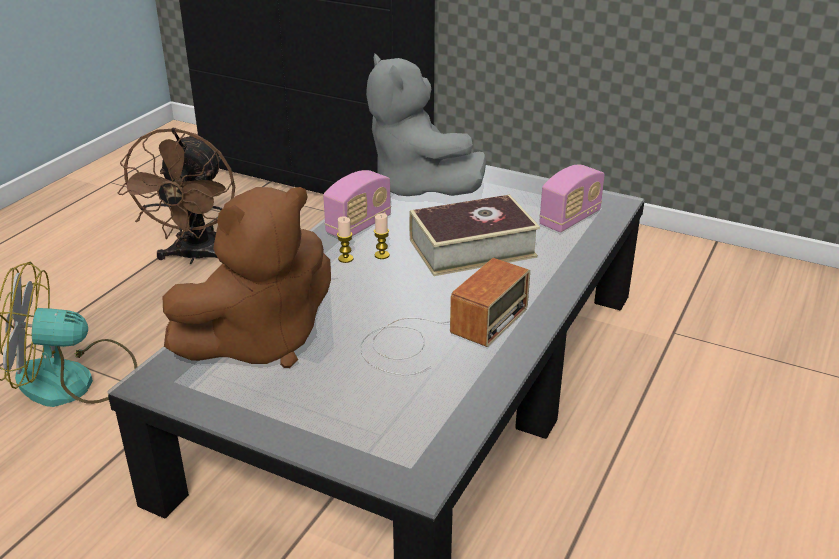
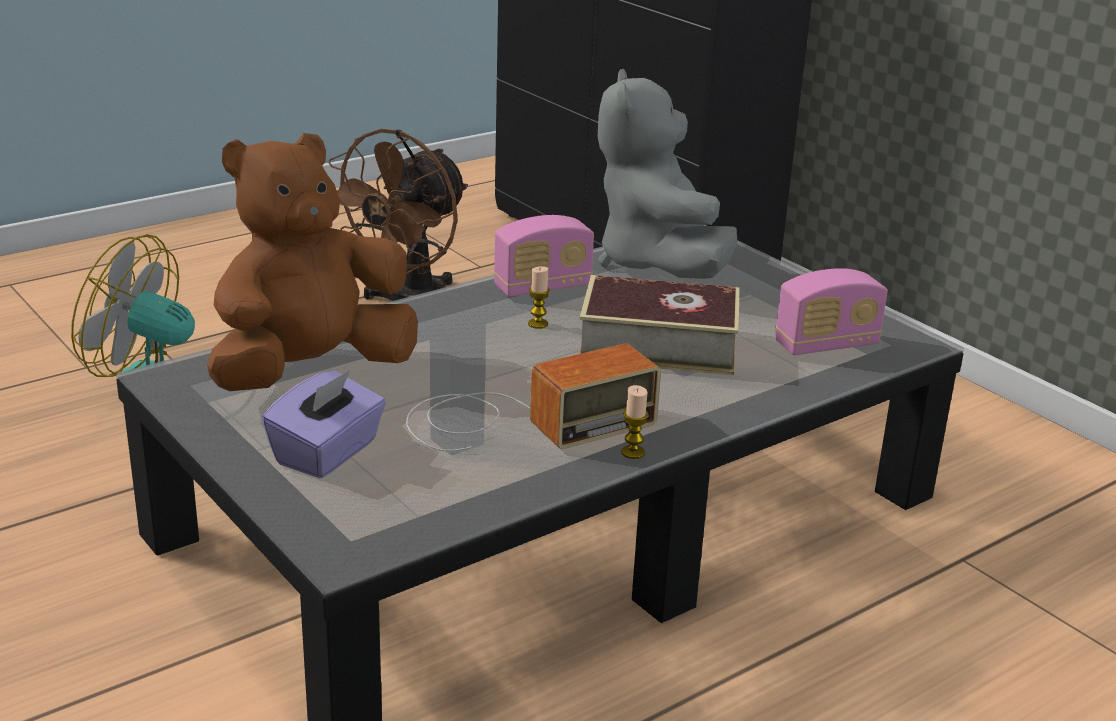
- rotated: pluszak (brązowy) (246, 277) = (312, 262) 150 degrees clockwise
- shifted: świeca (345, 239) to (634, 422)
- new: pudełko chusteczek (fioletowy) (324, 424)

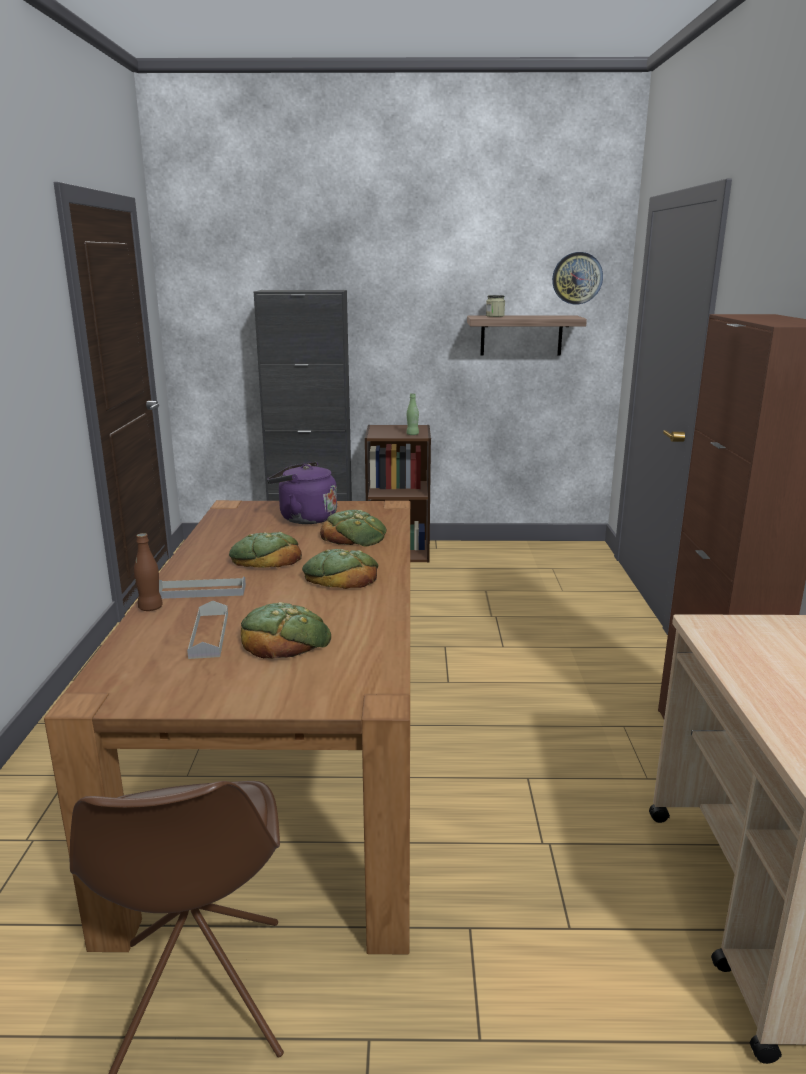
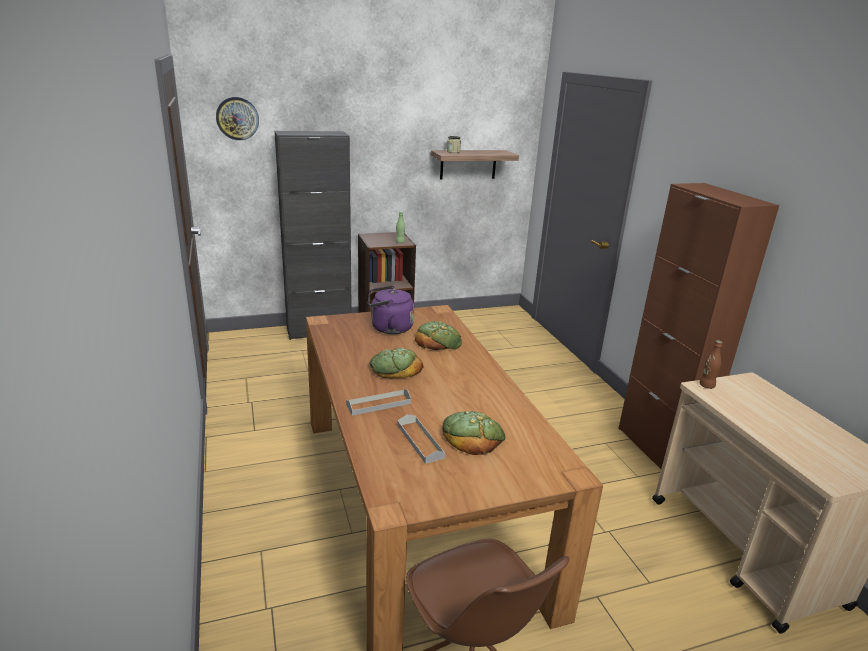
- shifted: butelka (brązowy) (148, 572) to (711, 364)
- gone: chleb (340, 569)
- shifted: zegar ścienny (577, 278) to (237, 118)

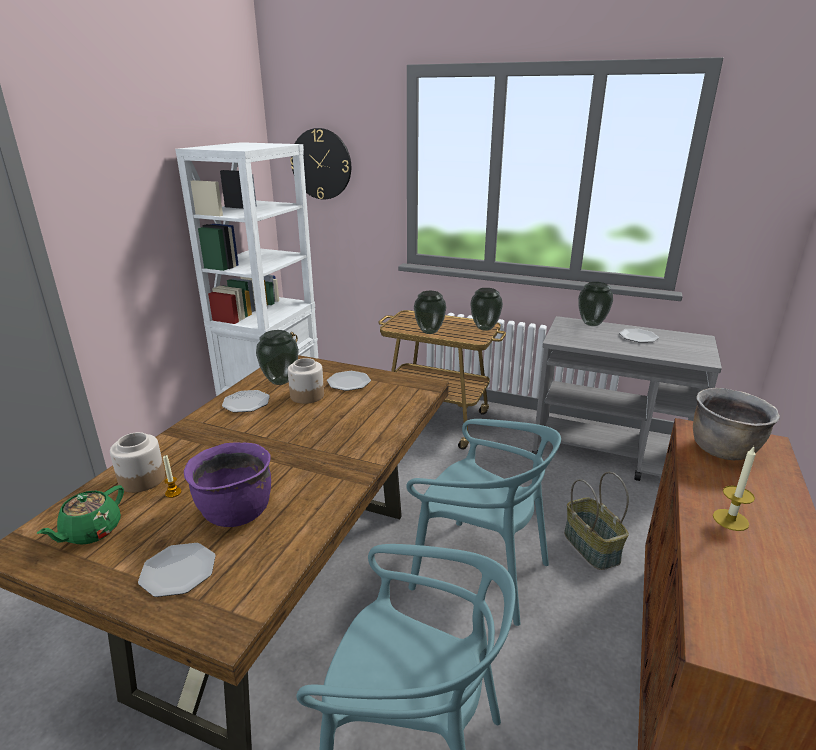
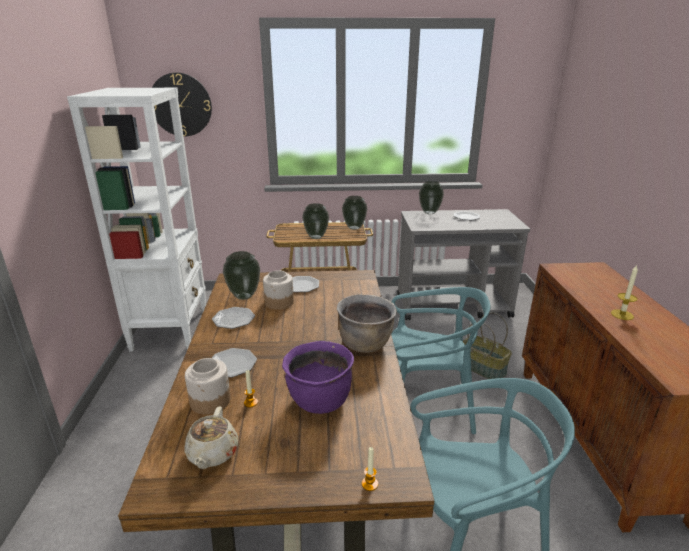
- repainted: imbryk (zielony) (80, 515) to imbryk (beżowy) (211, 437)
- shifted: talerz (177, 570) to (234, 362)
- shifted: garnek (brązowy) (736, 424) to (367, 323)
- new: świeca (370, 469)

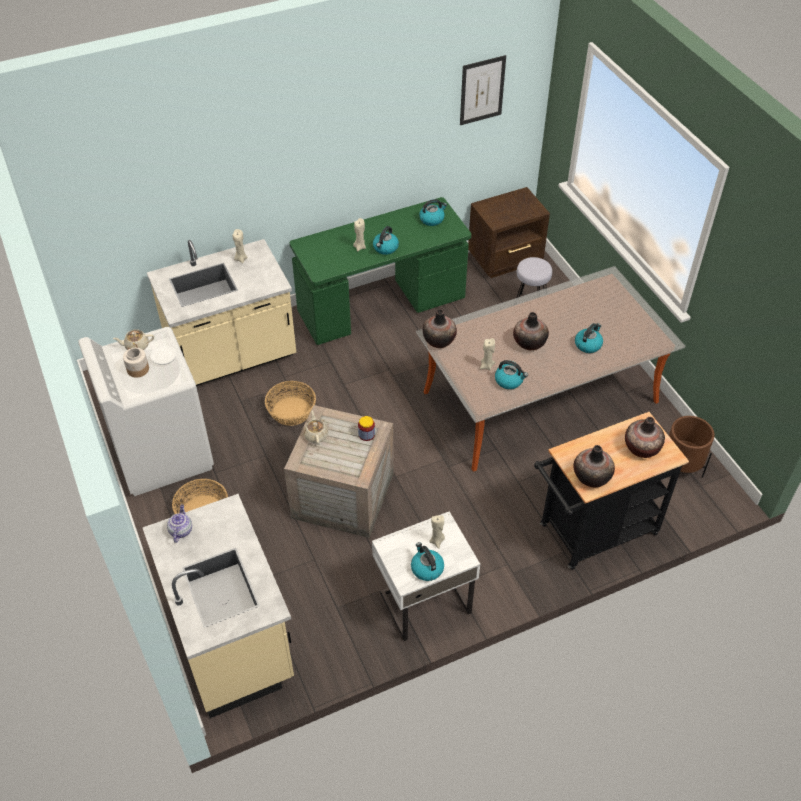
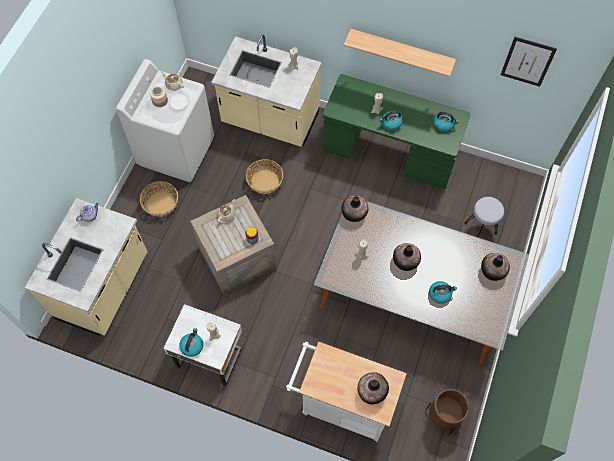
- gone: szafka nocna (brązowy) (509, 232)
- gone: czajnik (511, 374)
- repainted: wózek (czarny) (611, 491) to wózek (biały) (346, 392)
- shifted: wazon (594, 466) to (495, 267)
- new: półka (400, 53)

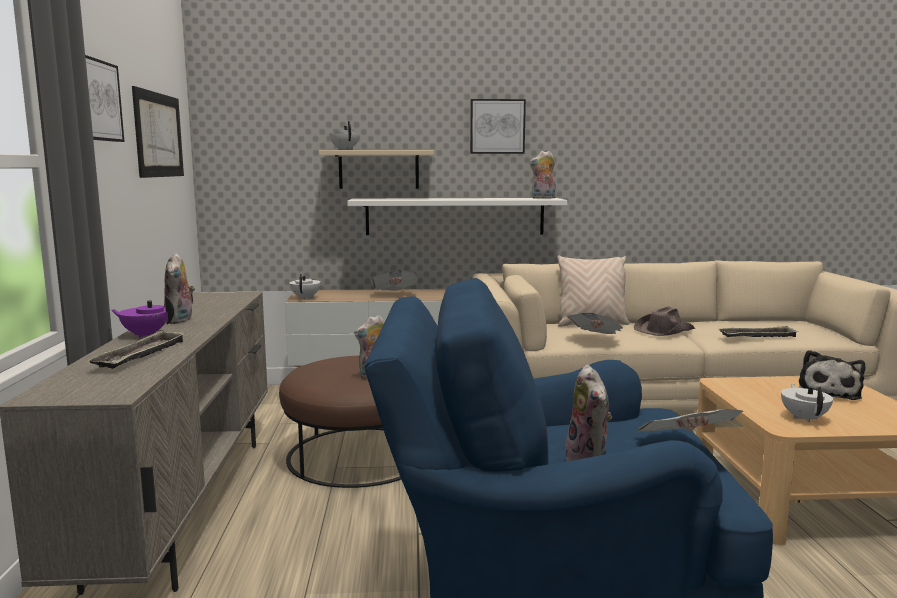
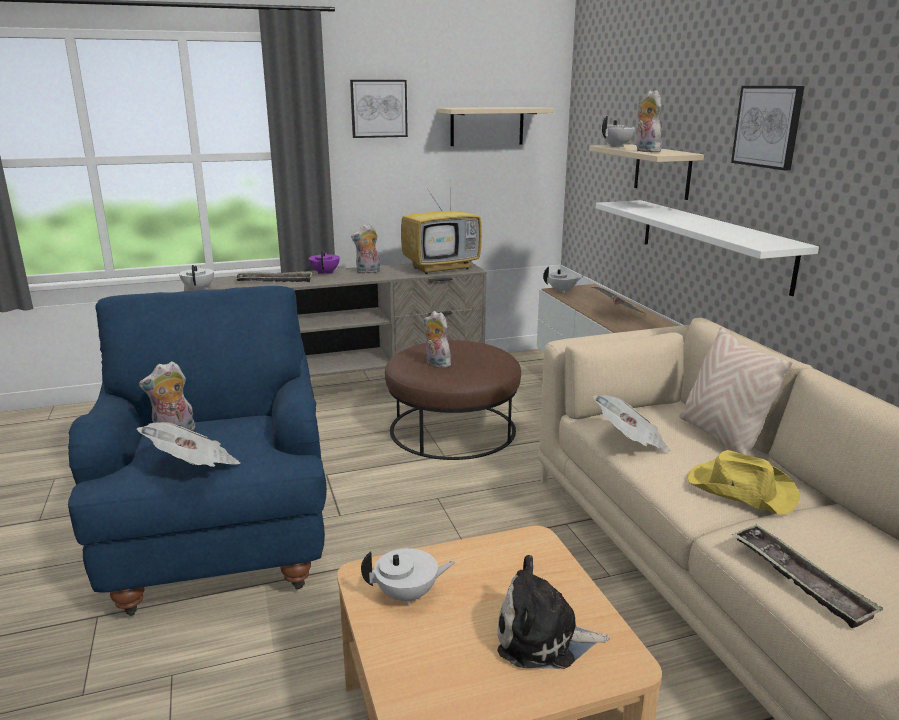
- swapped: obraz (158, 132) to półka (beżowy) (495, 126)
- shifted: pluszak (542, 175) to (650, 121)
- repainted: kapelusz (brązowy) (664, 321) to kapelusz (żółty) (743, 482)
- new: imbryk (biały) (196, 277)
- new: telewizor (441, 227)

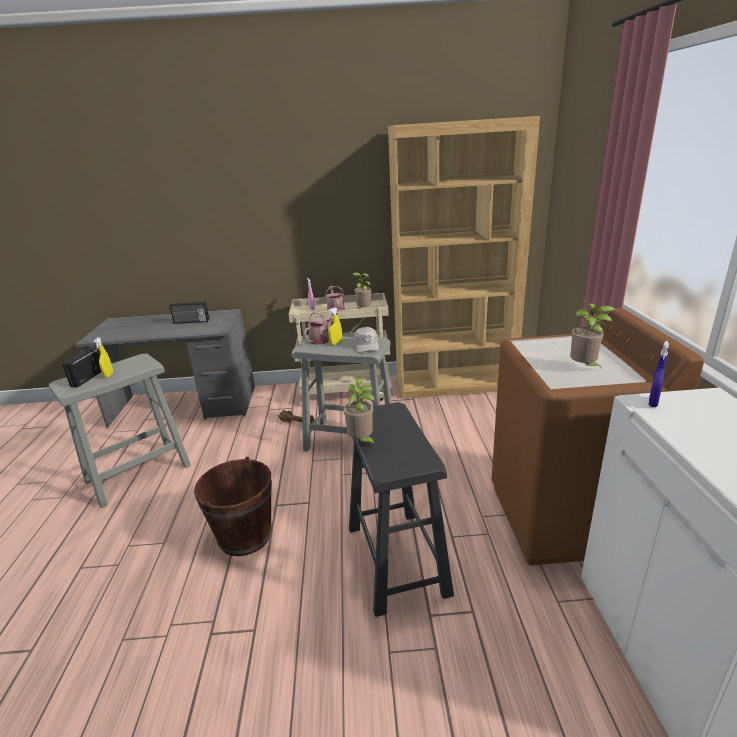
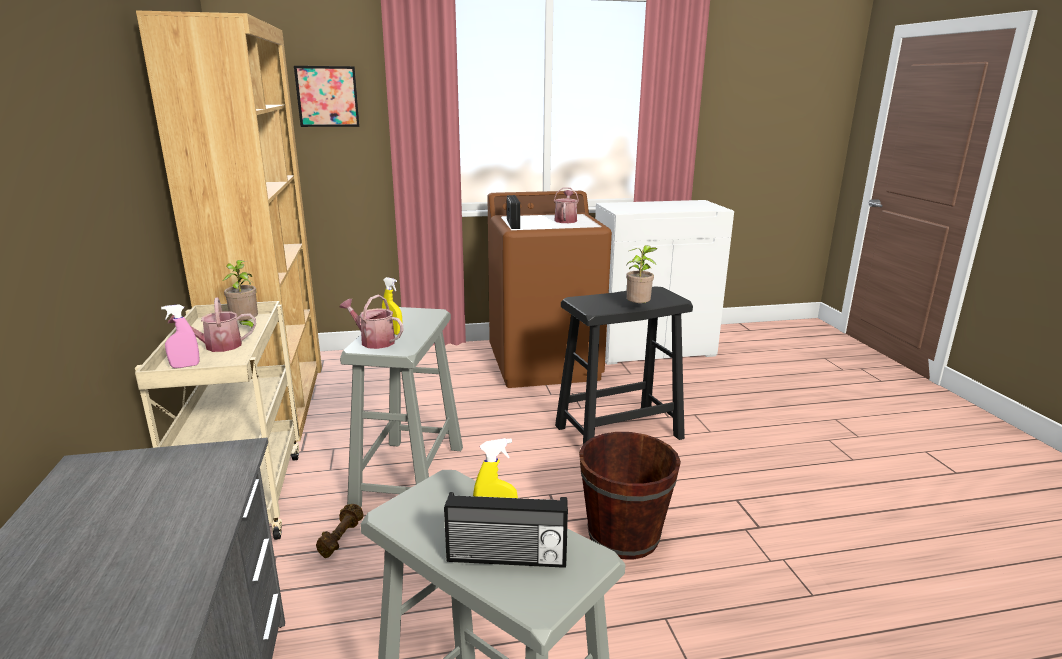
- shifted: radio (189, 313) to (513, 212)
- gone: czapka z daszkiem (biały) (366, 340)
- swapped: roślina doniczkowa (593, 336) to konewka (566, 205)
- gone: spryskiwacz (niebieski) (659, 374)
- new: obraz (326, 96)

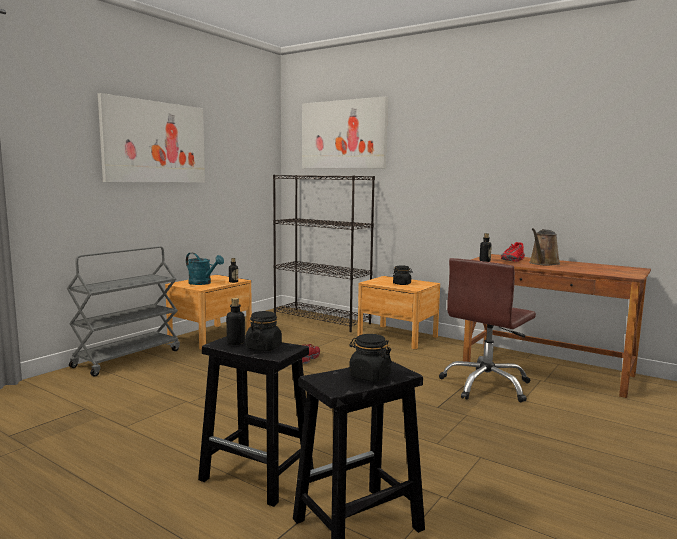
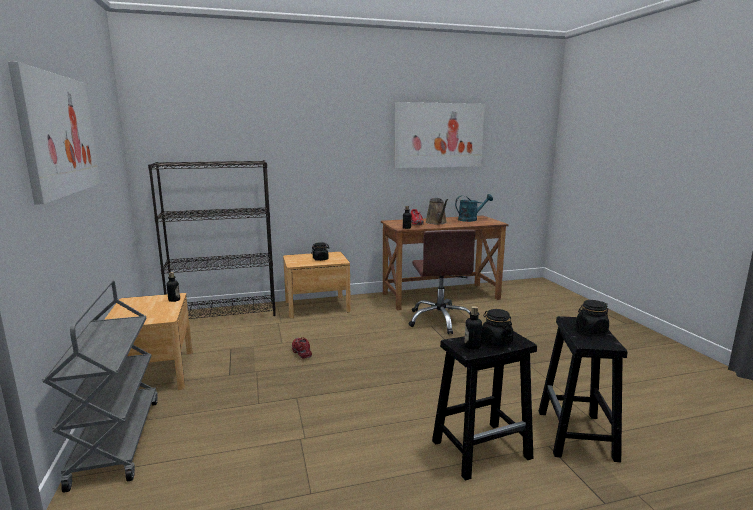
- shifted: konewka (turkusowy) (205, 268) to (474, 208)
- shifted: obraz (345, 132) to (440, 135)

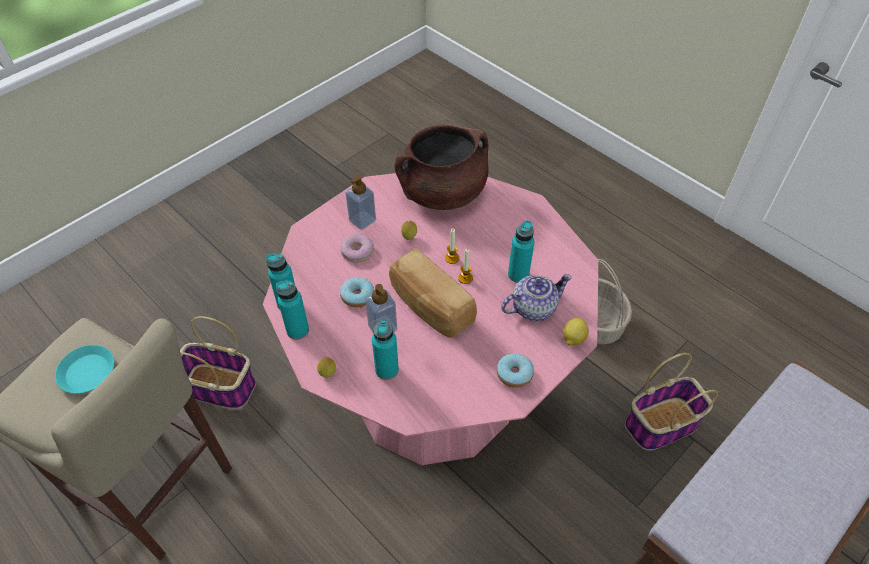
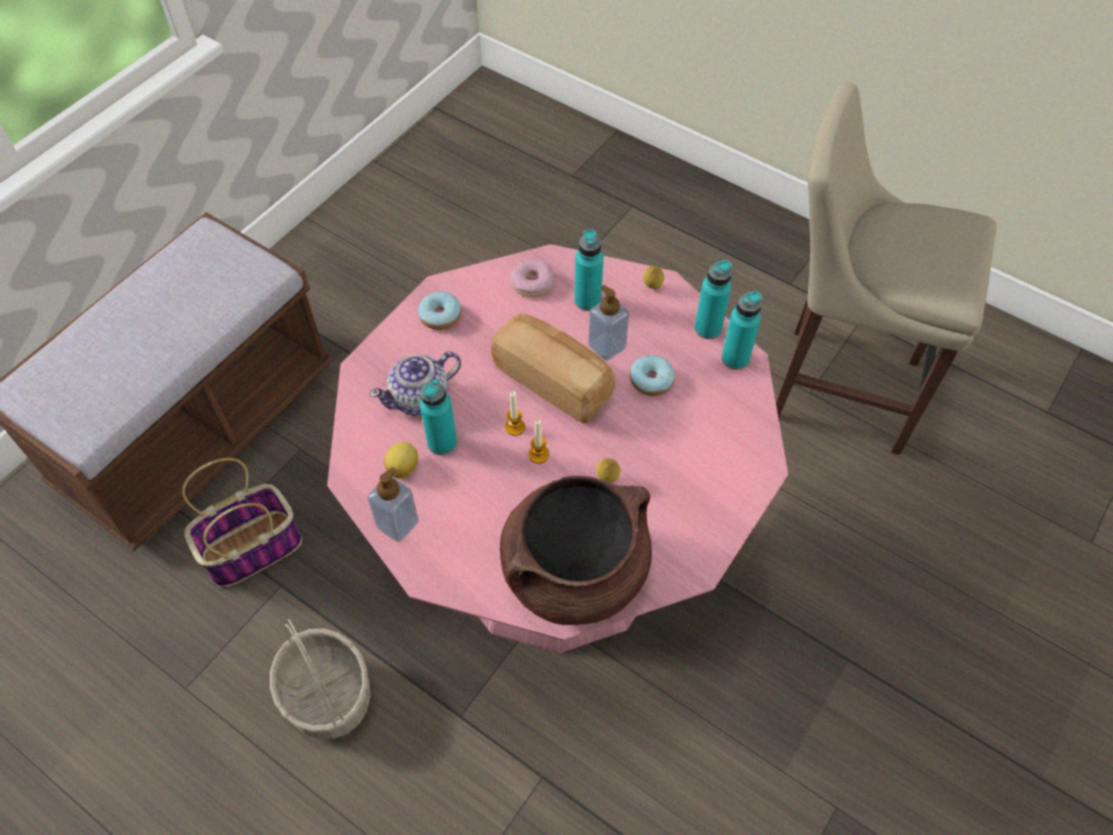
- gone: talerz (turkusowy) (84, 369)
- gone: koszyk (218, 362)
- shifted: donut (357, 248) to (532, 278)
- shifted: dozownik mydła (361, 202) to (393, 504)
- shifted: cytryna (576, 331) to (401, 460)

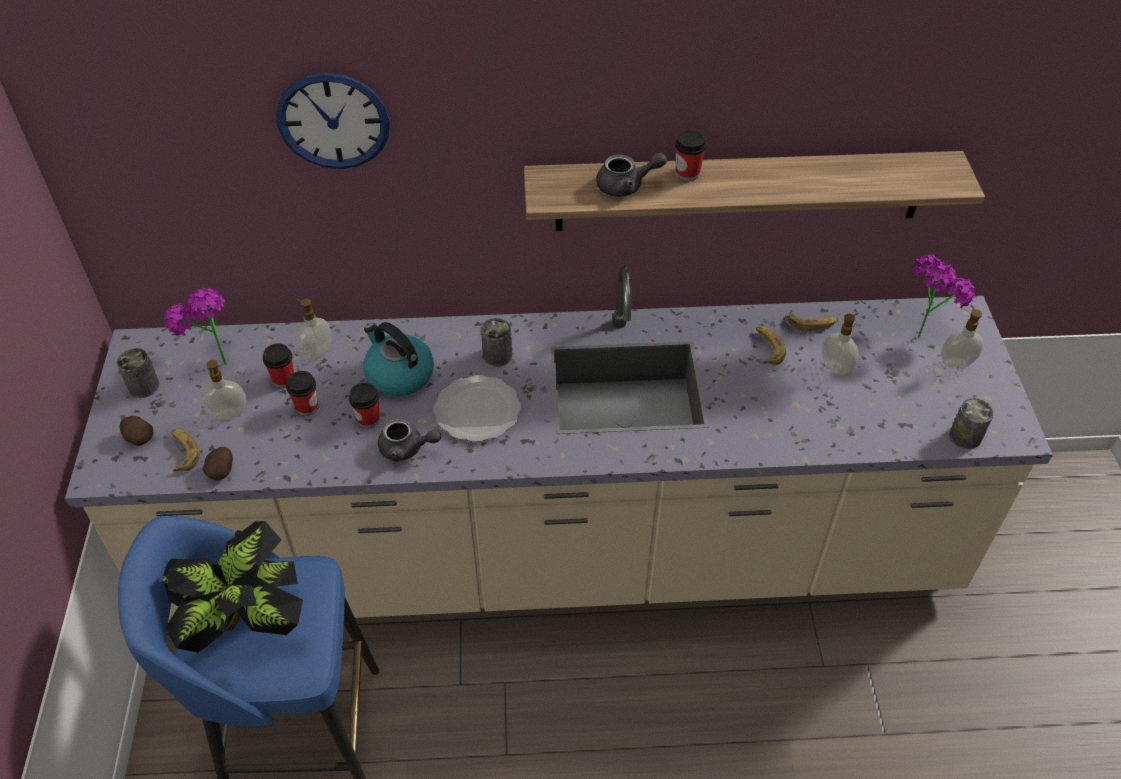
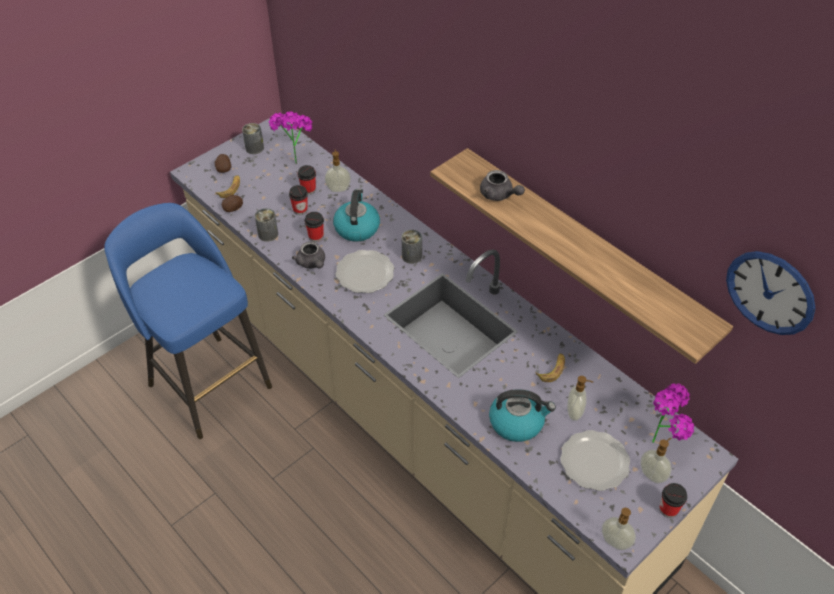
- gone: roślina doniczkowa (233, 586)
- shifted: dozownik mydła (224, 390) to (619, 529)
- shifted: zegar ścienny (333, 121) to (771, 293)
- shifted: filiżanka (691, 155) to (673, 500)
- gone: banan (813, 320)
- shifted: puszka (971, 423) to (266, 225)
- new: czajnik (522, 415)
- new: talerz (595, 460)

